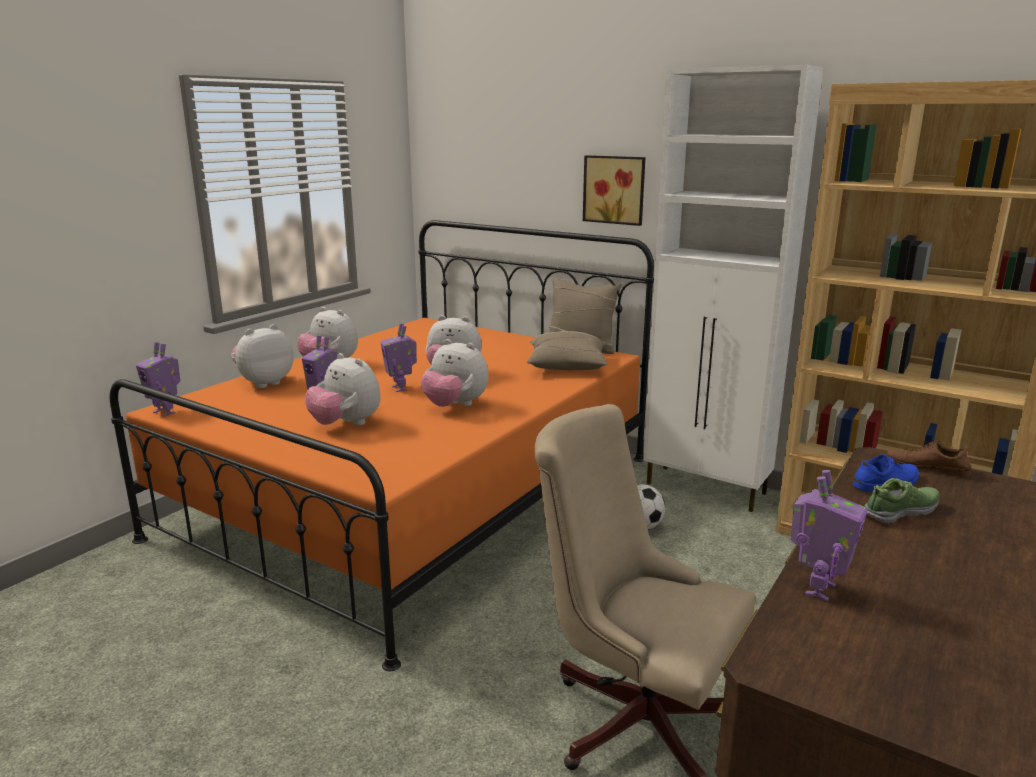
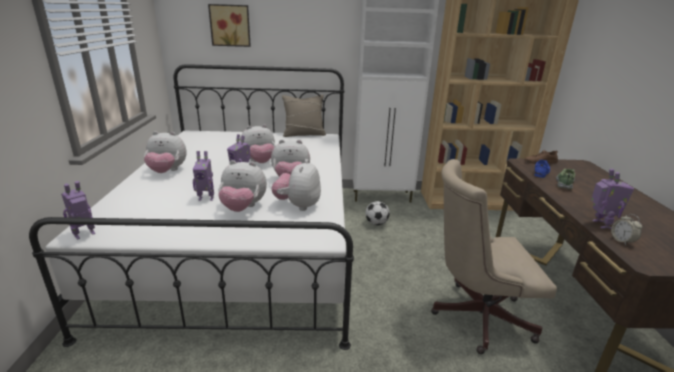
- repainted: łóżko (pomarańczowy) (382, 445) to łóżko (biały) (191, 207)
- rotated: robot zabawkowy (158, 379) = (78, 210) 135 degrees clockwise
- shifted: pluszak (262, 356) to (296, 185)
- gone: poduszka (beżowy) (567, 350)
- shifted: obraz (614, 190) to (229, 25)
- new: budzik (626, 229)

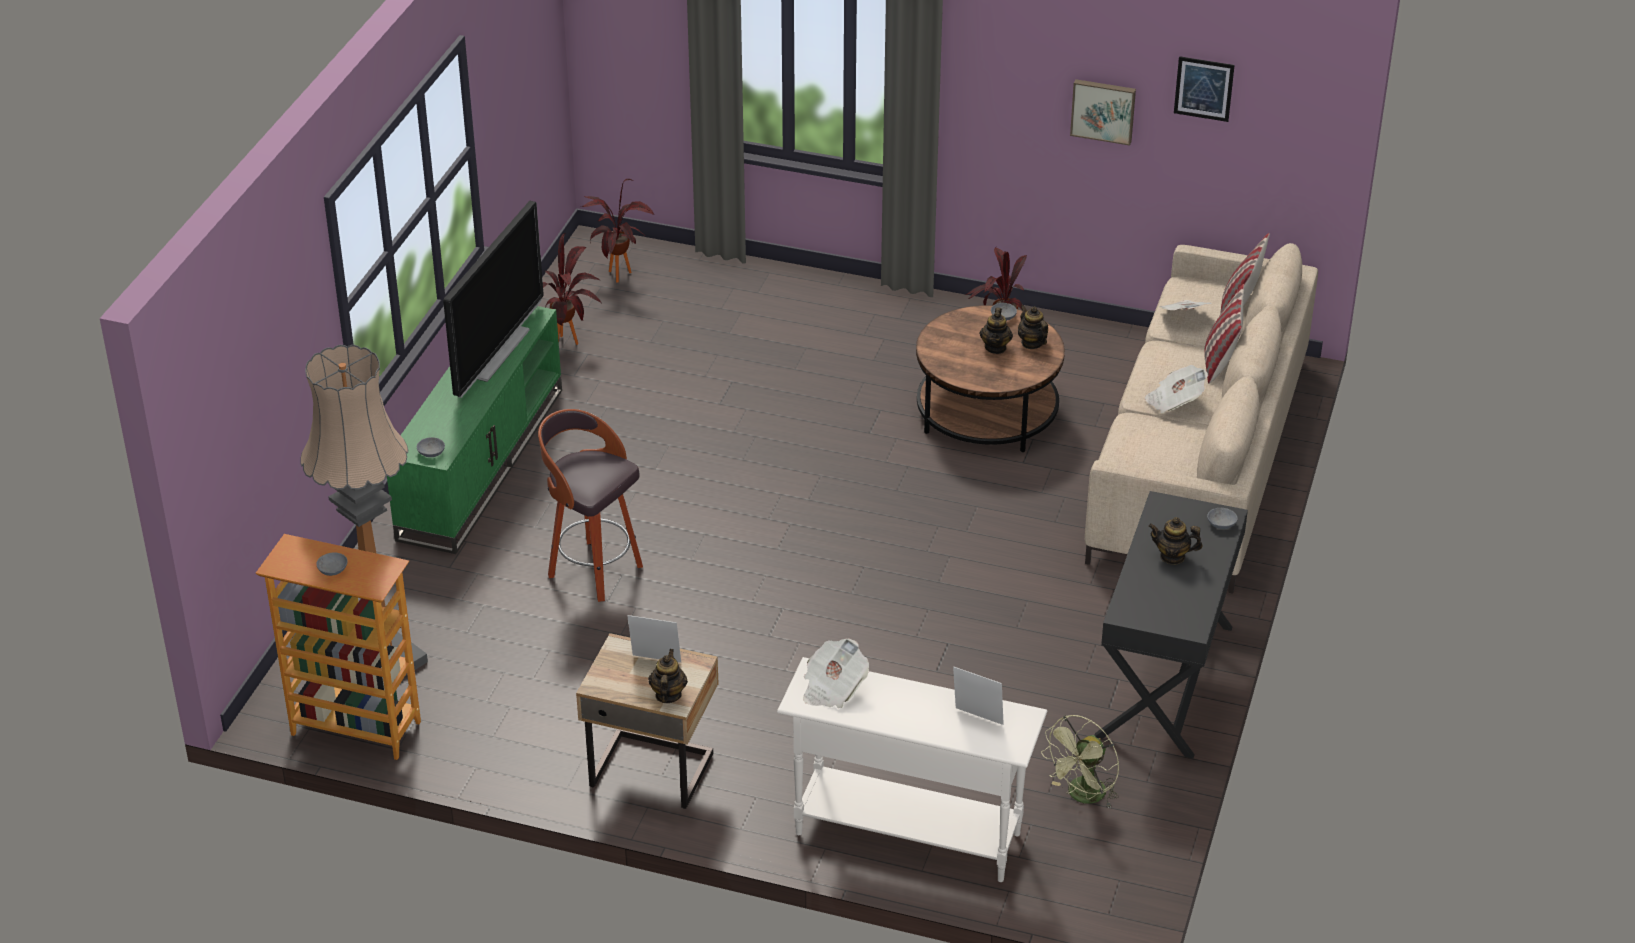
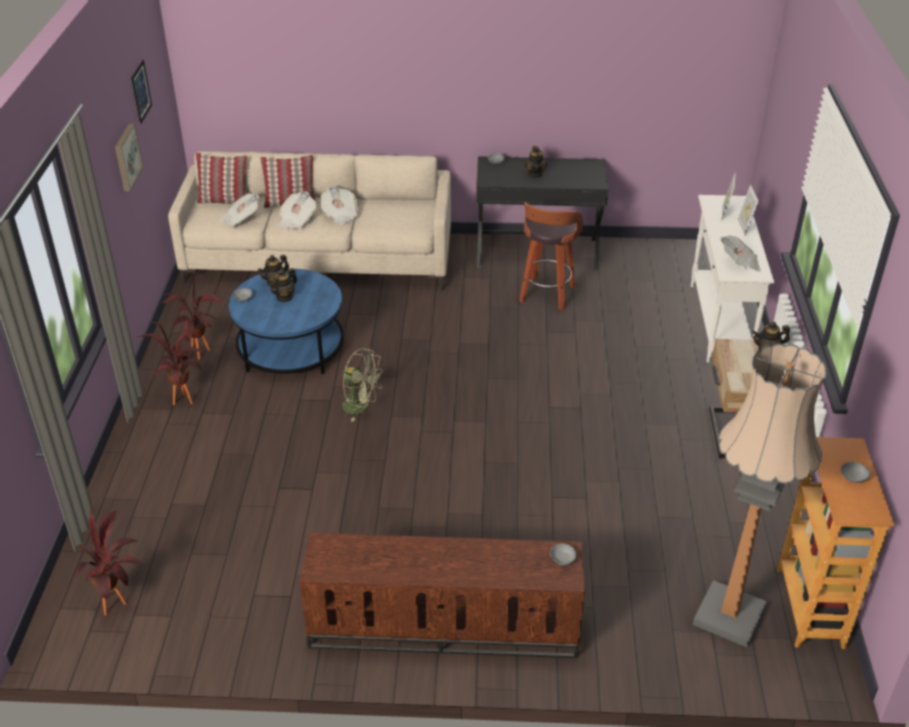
- repainted: szafka pod telewizor (zielony) (474, 430) to szafka pod telewizor (brązowy) (442, 595)
- gone: telewizor (493, 299)
- shifted: stołek (590, 505) to (551, 256)
- shifted: roślina doniczkowa (572, 289) to (169, 363)
- shifted: ramka na zdjęcie (654, 639) to (748, 210)
- repainted: ława (brązowy) (990, 378) to ława (niebieski) (286, 322)
- rotated: imbryk (996, 331) = (283, 285) 135 degrees clockwise
- shifted: wentylator (zielony) (1080, 762) to (362, 385)
- new: gazeta (298, 210)

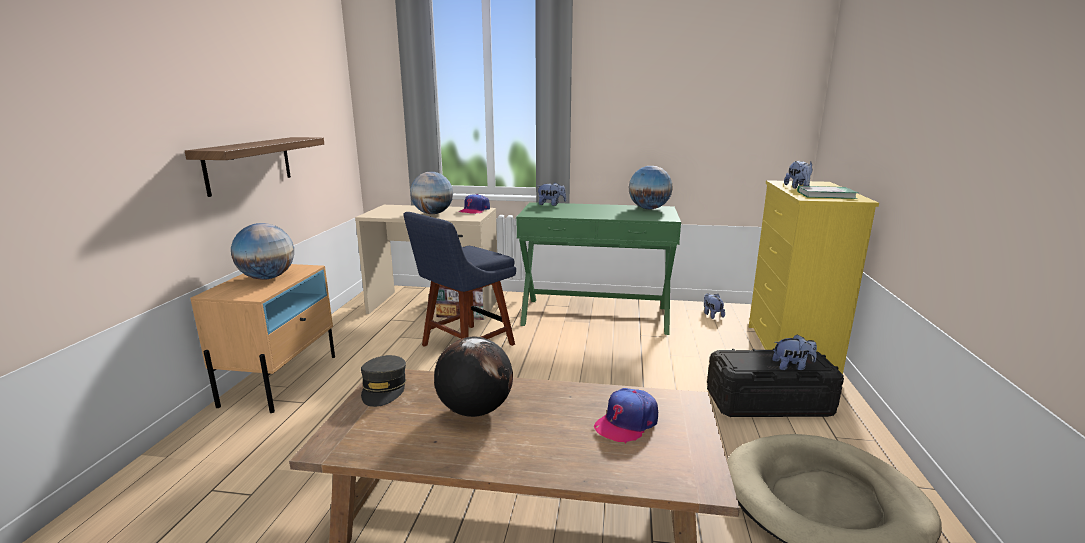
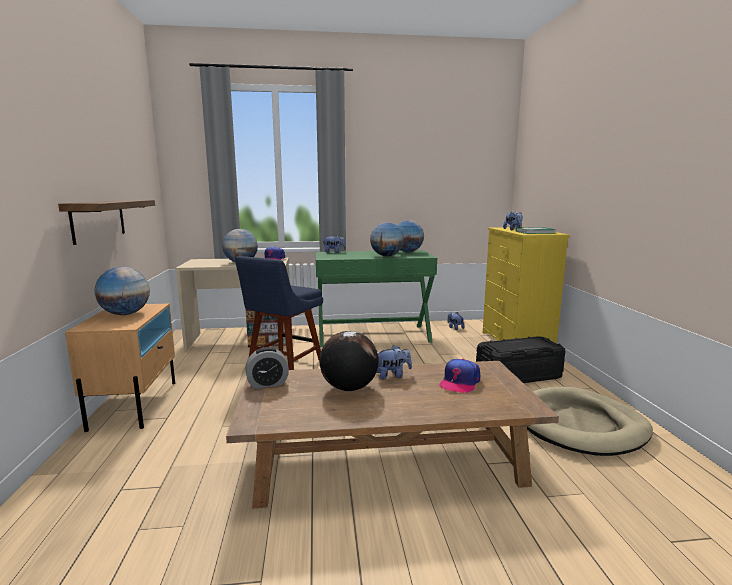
- swapped: czapka z daszkiem (szary) (383, 381) to budzik (267, 368)
- shifted: pluszak (794, 352) to (394, 362)
- new: globus (387, 239)

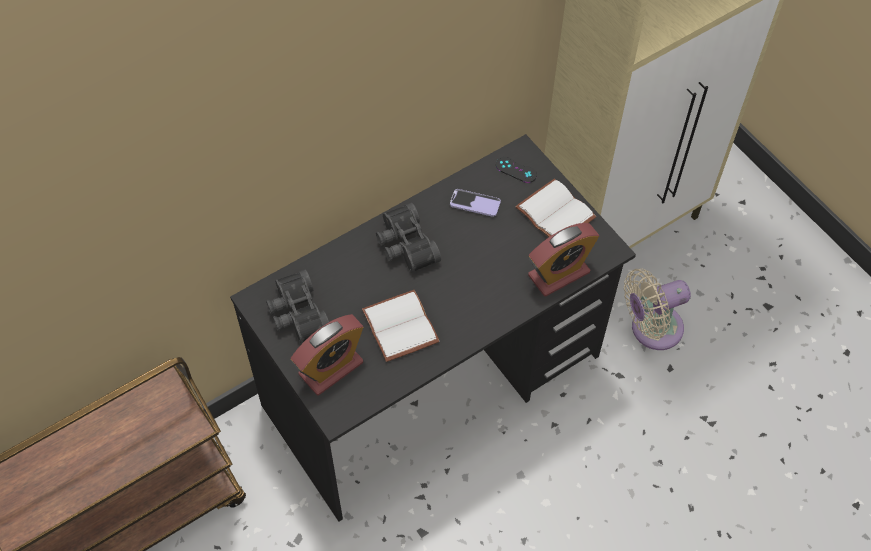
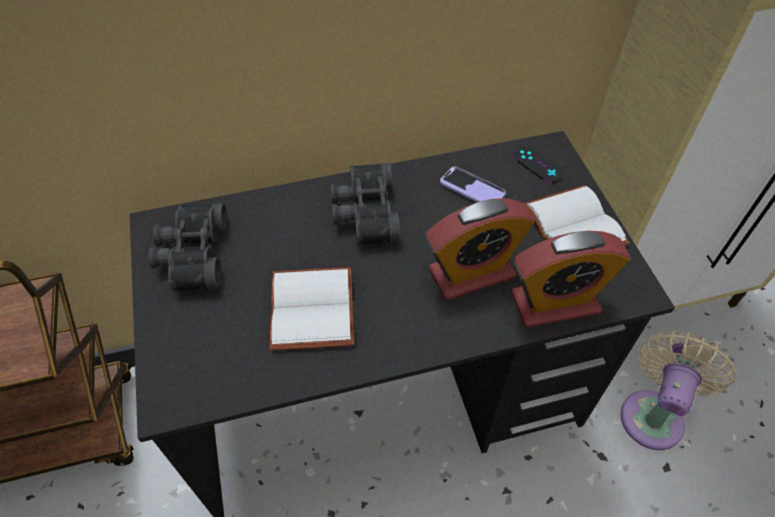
- shifted: budzik (327, 354) to (480, 249)
- rotated: wentylator (beżowy) (657, 309) = (677, 390) 120 degrees clockwise

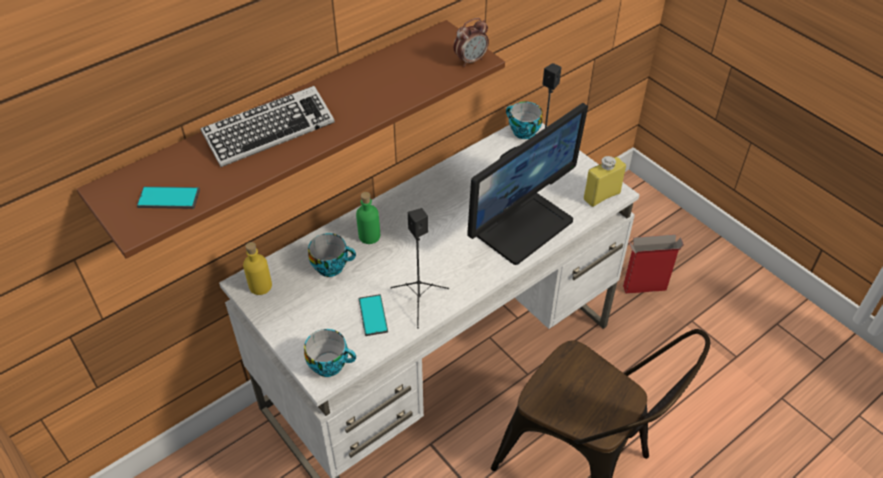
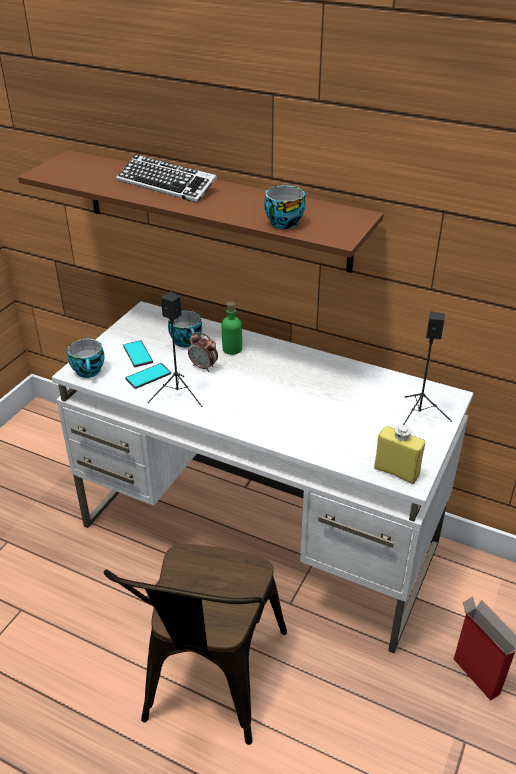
- shifted: telefon (168, 197) to (138, 353)
- gone: butelka (żółty) (257, 268)
- shifted: budzik (471, 42) to (203, 352)
- gone: monitor (527, 184)
- shifted: filiżanka (524, 120) to (284, 207)

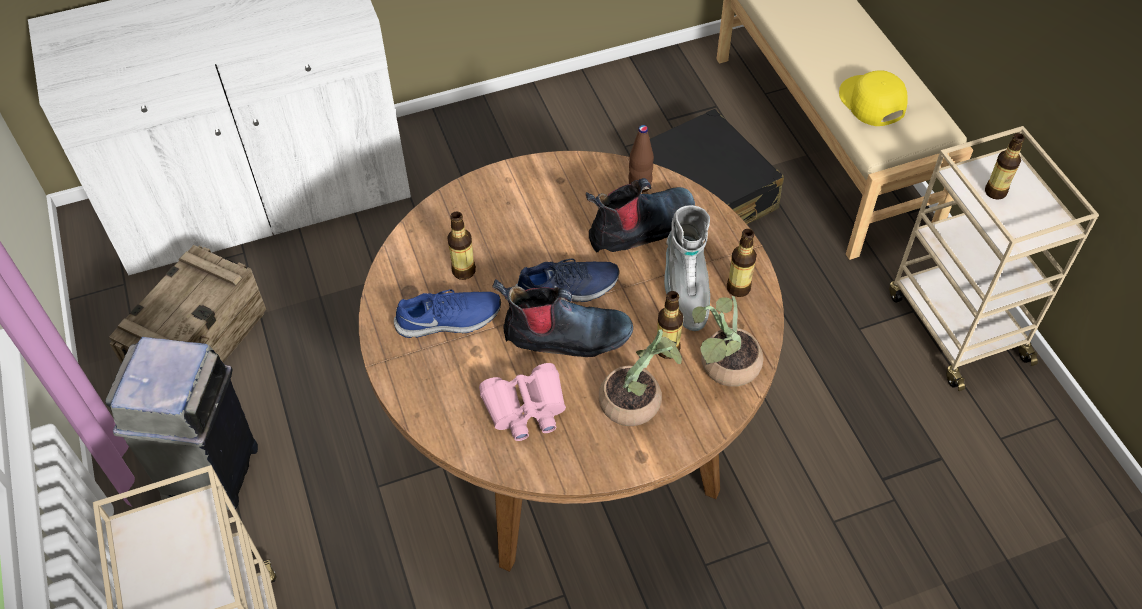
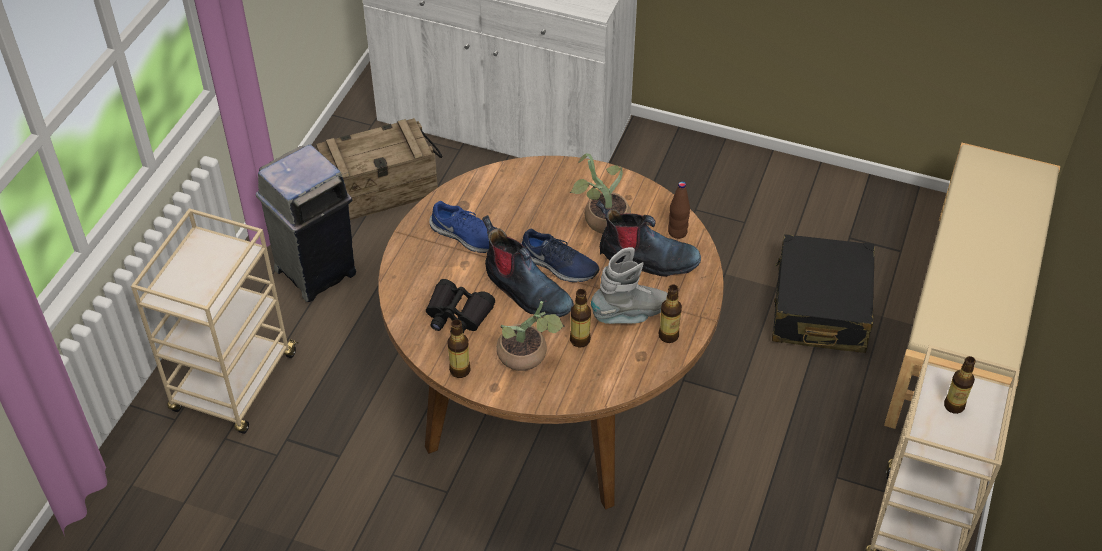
- shifted: butelka (461, 246) to (459, 348)
- repainted: lornetka (różowy) (522, 402) to lornetka (czarny) (460, 306)
- rotated: but z cholewką (szary) (687, 268) = (629, 285) 150 degrees counterclockwise
- shifted: roślina doniczkowa (728, 341) to (600, 193)
- gone: czapka z daszkiem (żółty) (873, 98)

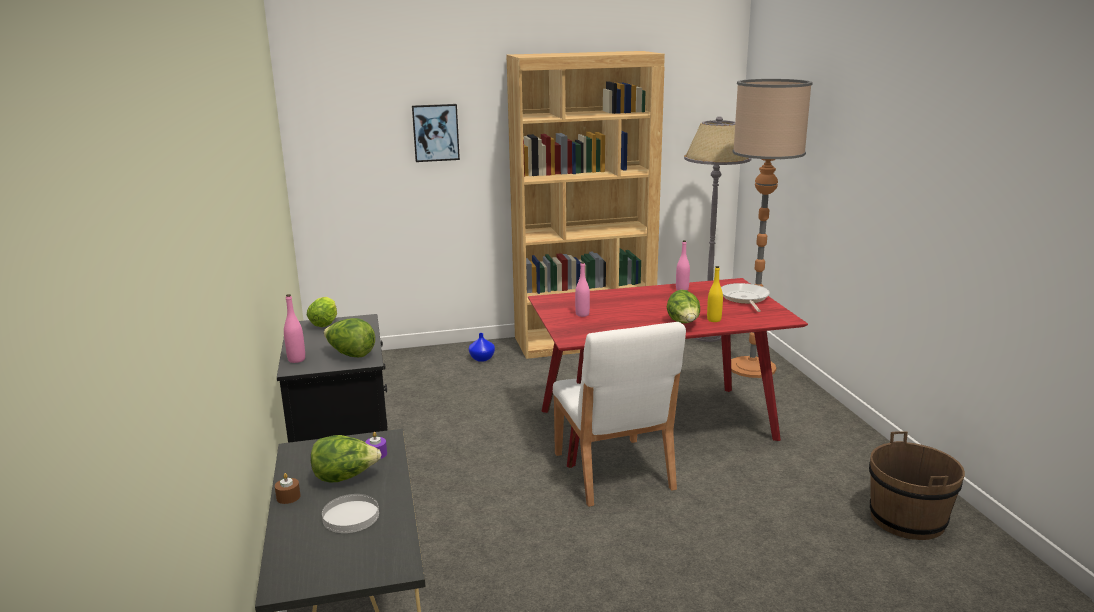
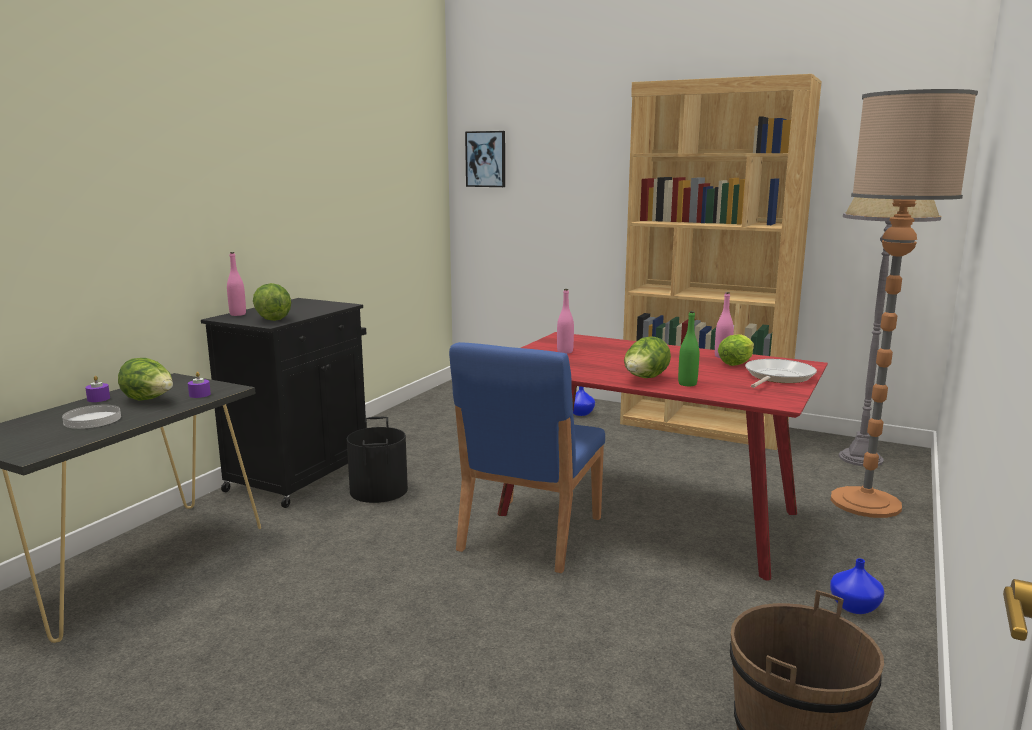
- repainted: świeca (brązowy) (287, 488) to świeca (fioletowy) (97, 388)
- shifted: sałata (321, 312) to (736, 350)
- shifted: obraz (436, 133) to (485, 159)
- repainted: krzesło (biały) (619, 414) to krzesło (niebieski) (527, 457)
- repainted: butelka (żółty) (715, 294) to butelka (zielony) (688, 348)
- new: wiadro (czarny) (377, 460)
- new: wazon (niebieski) (857, 586)

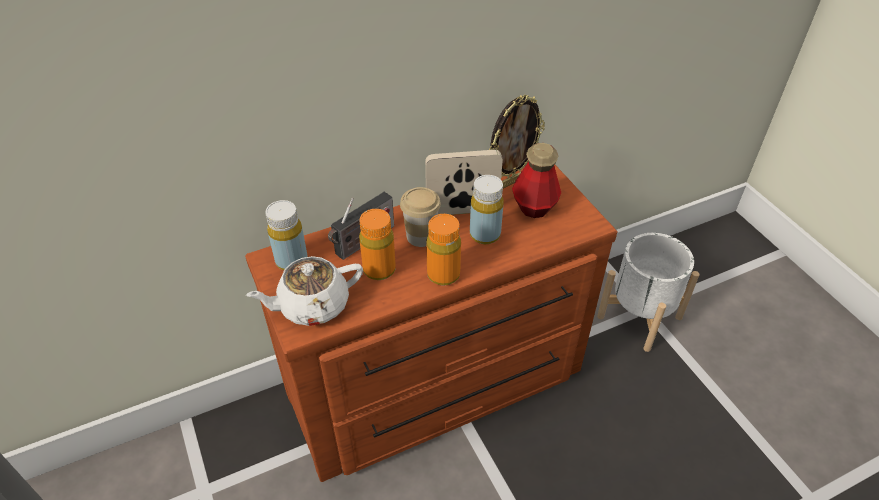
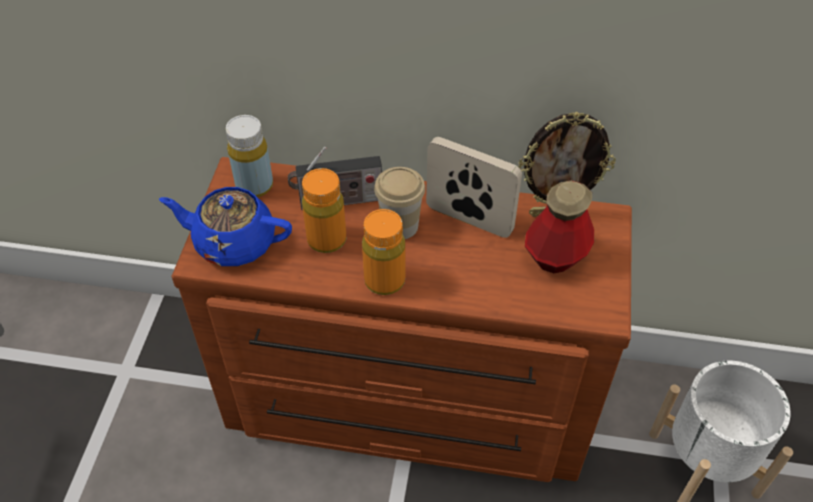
- repainted: imbryk (biały) (304, 291) to imbryk (niebieski) (225, 226)
- gone: butelka (żółty) (487, 209)

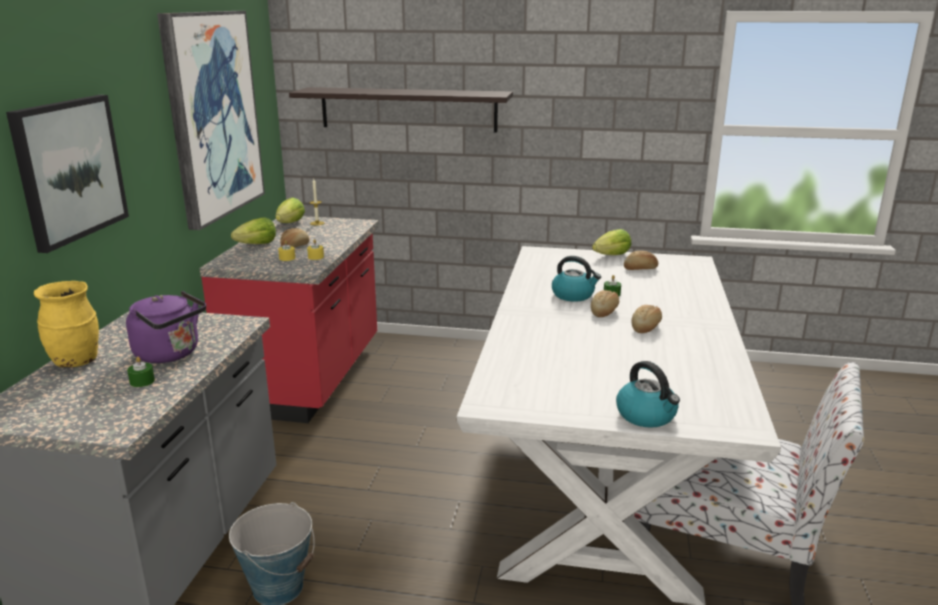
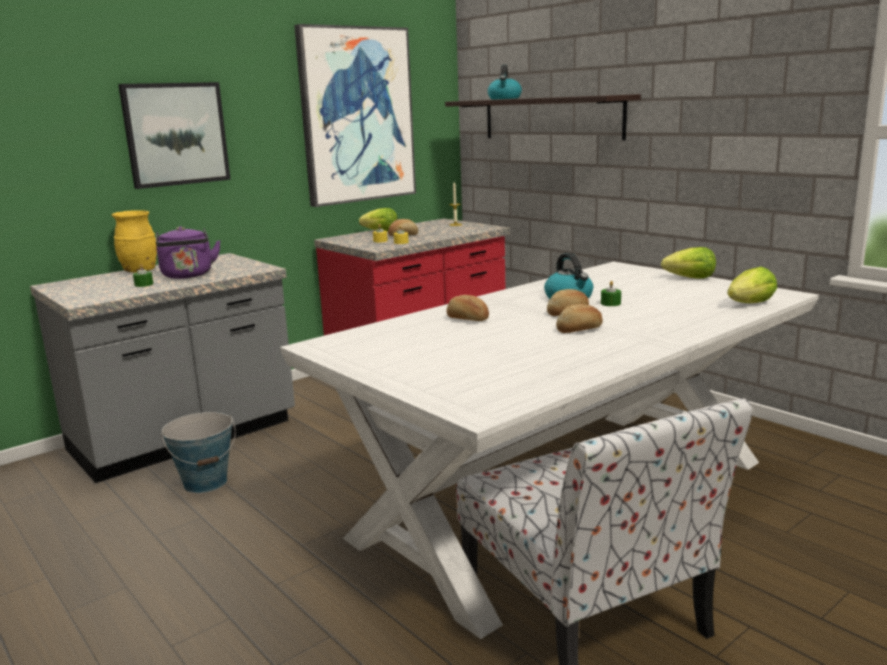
- shifted: sałata (290, 210) to (752, 285)
- shifted: czajnik (648, 394) to (504, 82)
- shifted: chleb (641, 260) to (468, 308)

